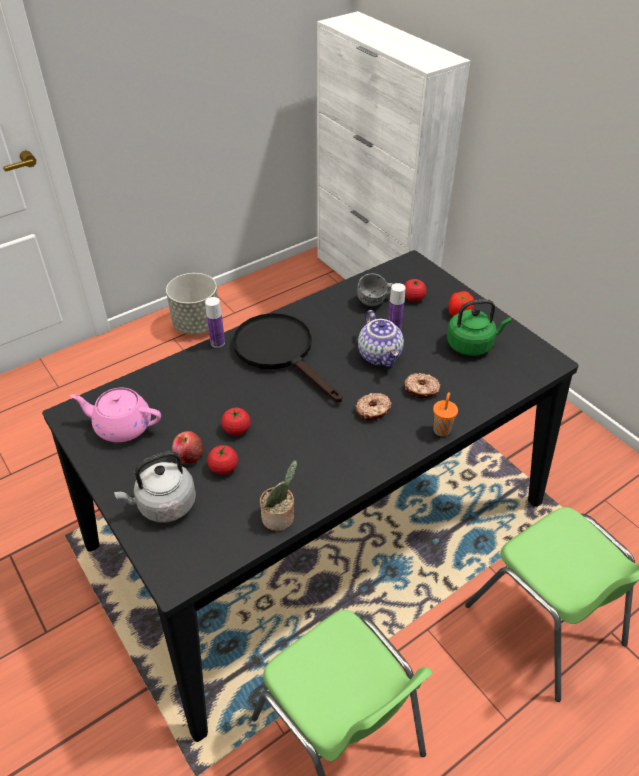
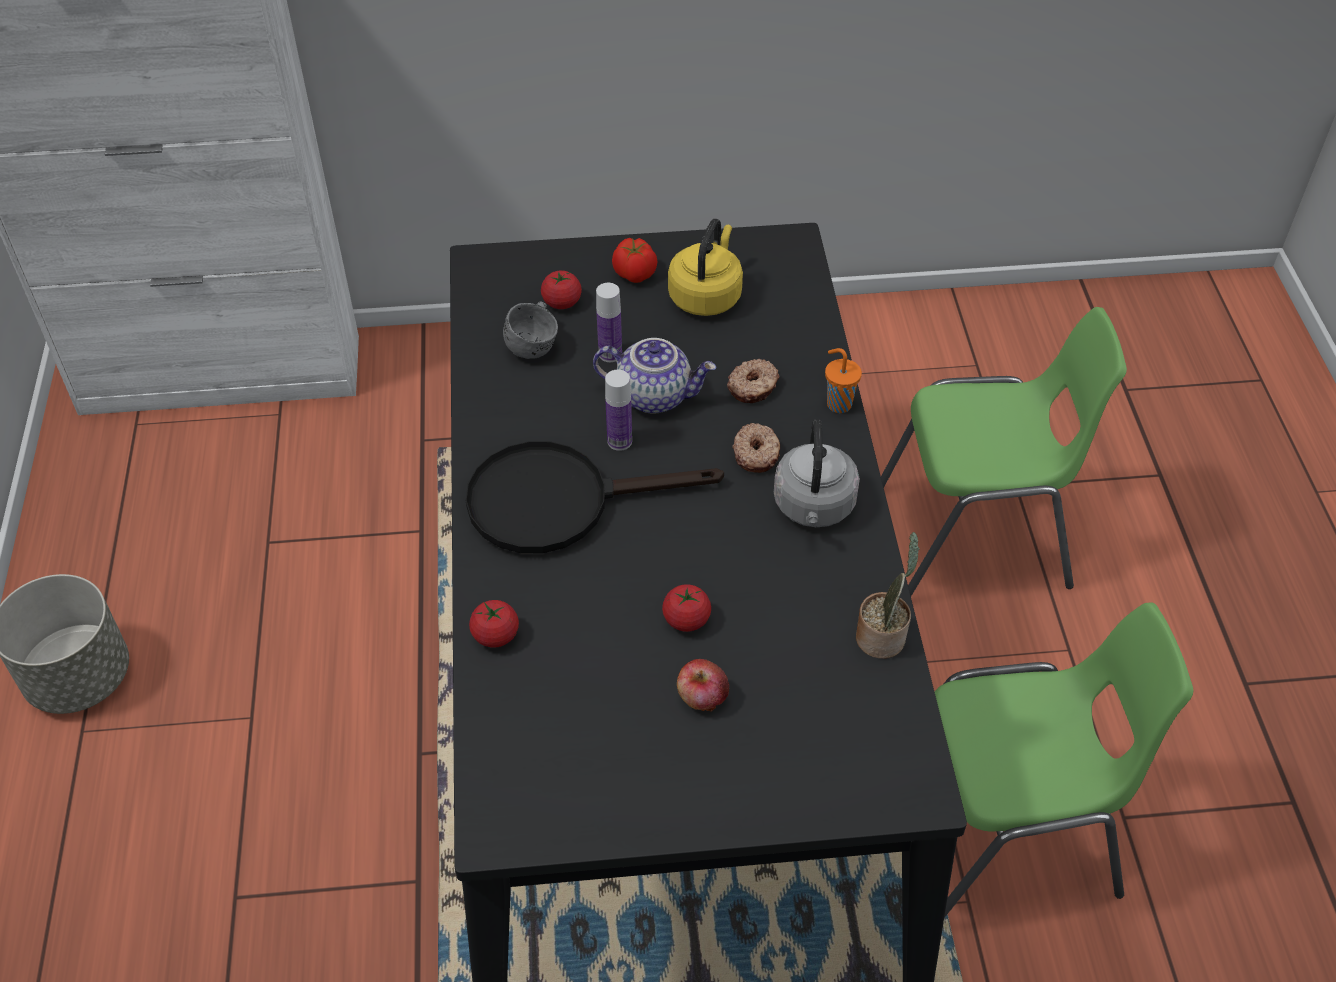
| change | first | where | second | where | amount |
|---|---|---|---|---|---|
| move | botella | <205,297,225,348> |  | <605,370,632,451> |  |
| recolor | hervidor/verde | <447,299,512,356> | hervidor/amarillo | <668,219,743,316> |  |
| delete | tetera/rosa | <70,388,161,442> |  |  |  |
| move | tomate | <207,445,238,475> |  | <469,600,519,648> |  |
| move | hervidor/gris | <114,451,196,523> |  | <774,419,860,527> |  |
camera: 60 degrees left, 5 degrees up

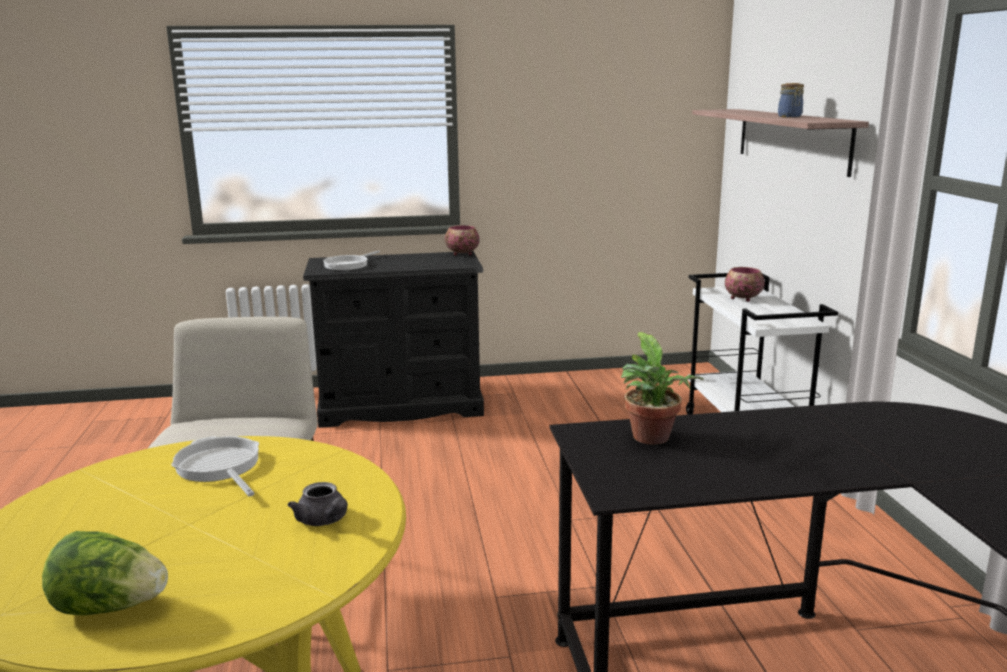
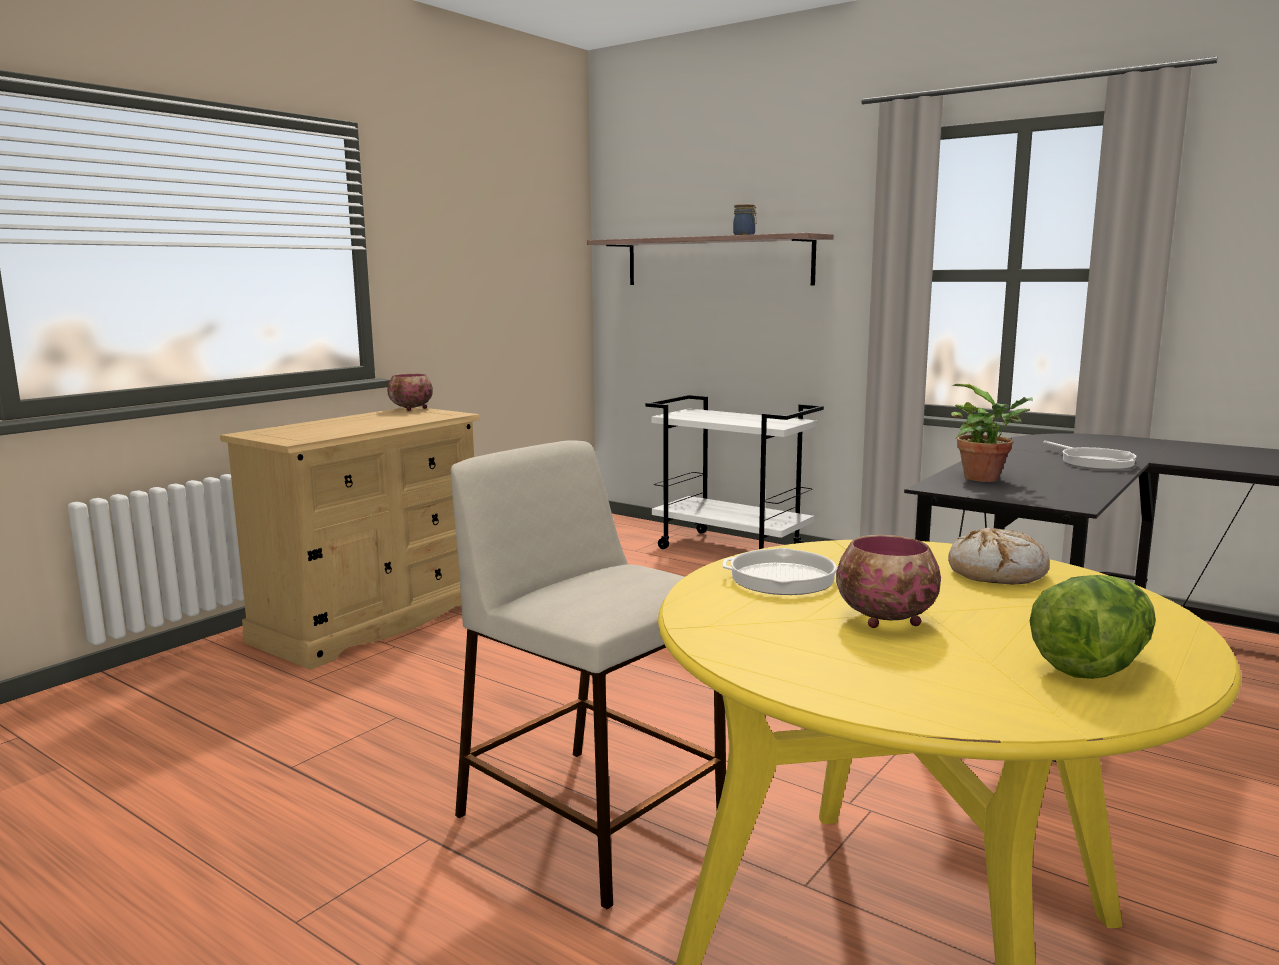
| change | first | where | second | where | amount |
|---|---|---|---|---|---|
| move | sartén | <324,250,380,271> |  | <1043,441,1137,470> |  |
| recolor | cómoda/negro | <303,251,484,428> | cómoda/beis | <220,407,481,670> |  |
| move | cuenco | <725,267,765,302> |  | <836,535,941,628> |  |
| replace | tetera/gris | <288,482,348,526> | pan | <948,527,1050,584> |  |
camera: 45 degrees left, 5 degrees down

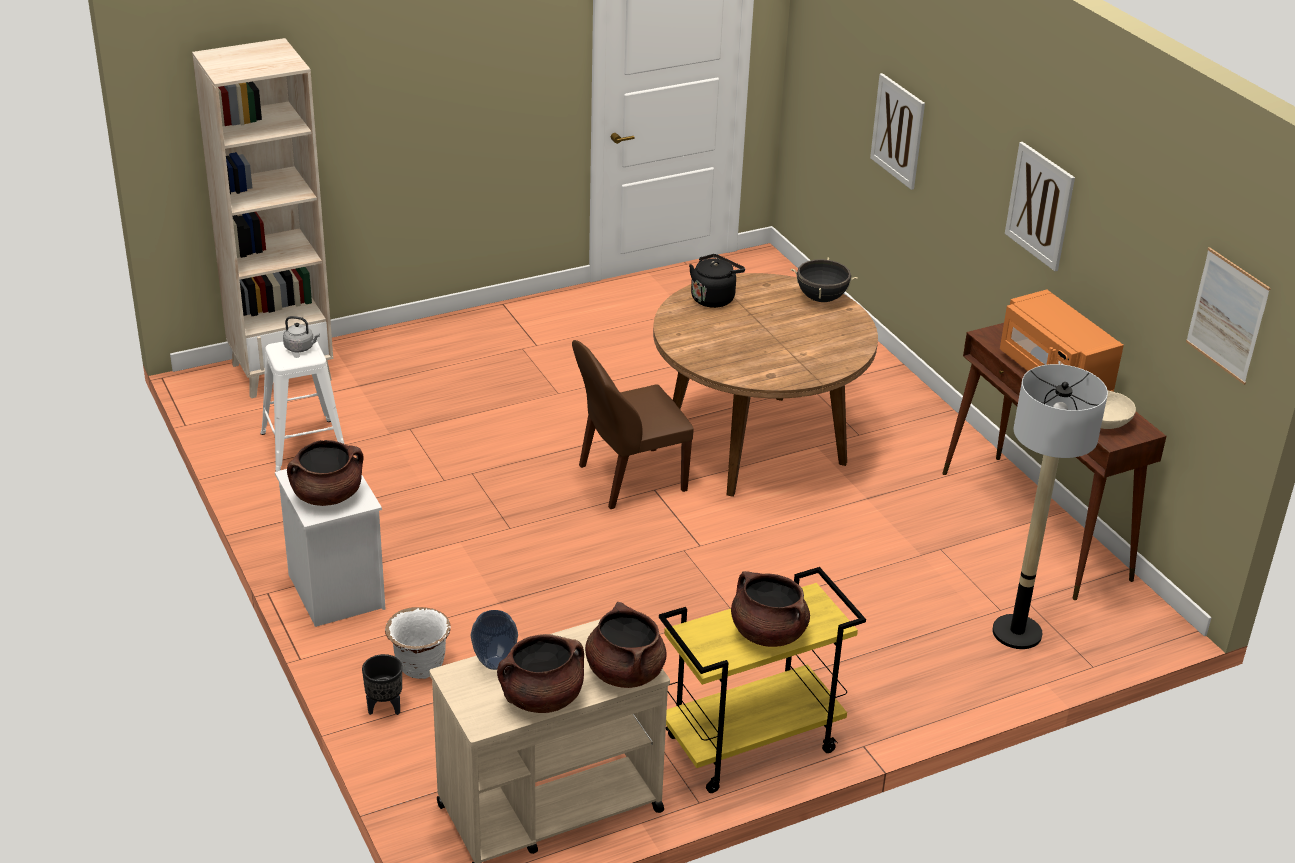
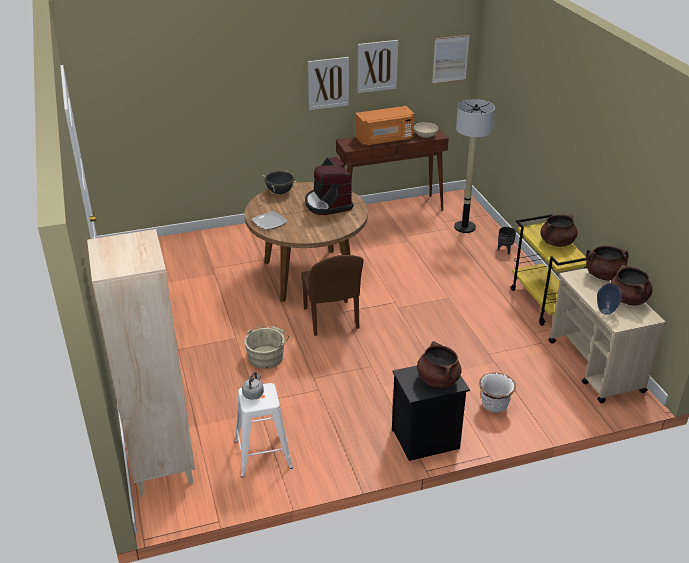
| change | first | where | second | where | amount |
|---|---|---|---|---|---|
| move | cuadro | <870,73,925,190> |  | <358,40,398,93> |  |
| replace | hervidor/negro | <689,254,745,308> | plato | <251,211,288,230> |  |
| recolor | mesita de noche/blanco | <275,469,385,627> | mesita de noche/negro | <392,366,470,461> |  |
| move | maceta/negro | <362,654,402,715> |  | <498,227,516,255> |  |
| insert |  |  | cafetera | <305,157,354,215> |  |
| insert |  |  | cubo/beis | <244,325,289,369> |  |
camera: 80 degrees left, 0 degrees up

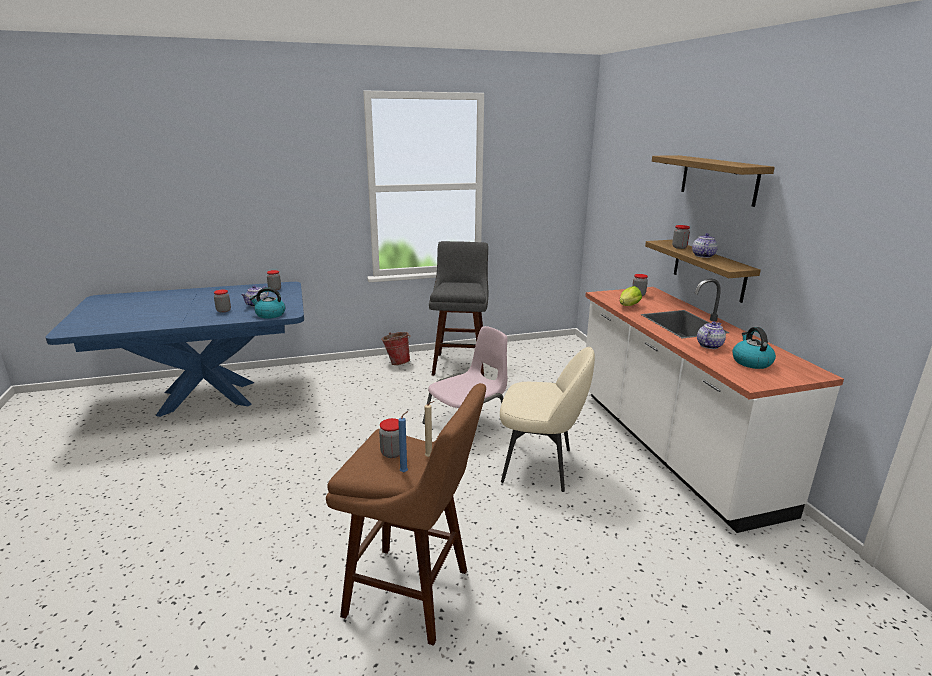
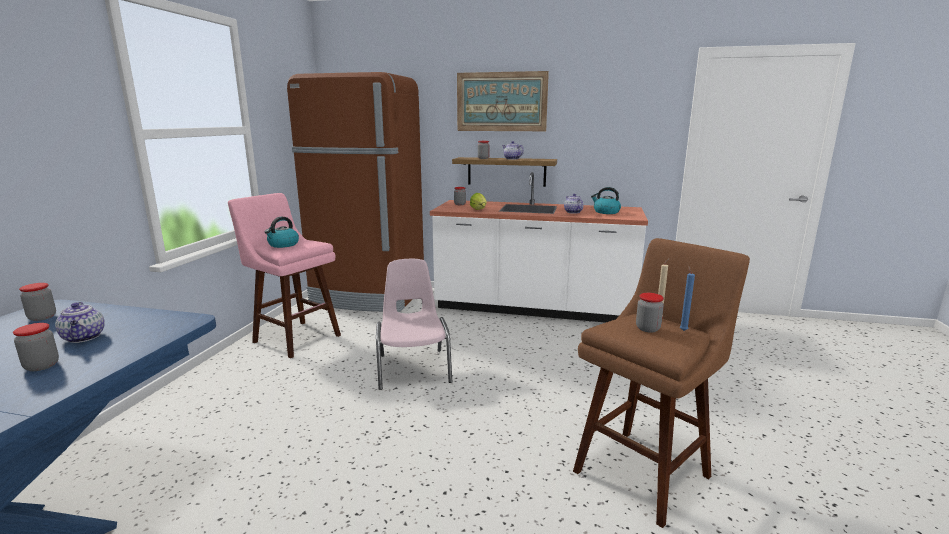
| change | first | where | second | where | amount |
|---|---|---|---|---|---|
| replace | estante | <652,155,775,207> | cuadro | <457,71,549,131> |  |
| recolor | taburete/gris | <429,241,488,376> | taburete/rosa | <228,193,341,358> |  |
| move | hervidor | <250,288,285,319> |  | <265,217,299,248> |  |
| delete | cubo | <381,332,411,365> |  |  |  |
| delete | silla/beis | <500,347,595,492> |  |  |  |
| insert |  |  | nevera/marrón | <287,72,424,312> |  |
camera: 60 degrees left, 5 degrees down

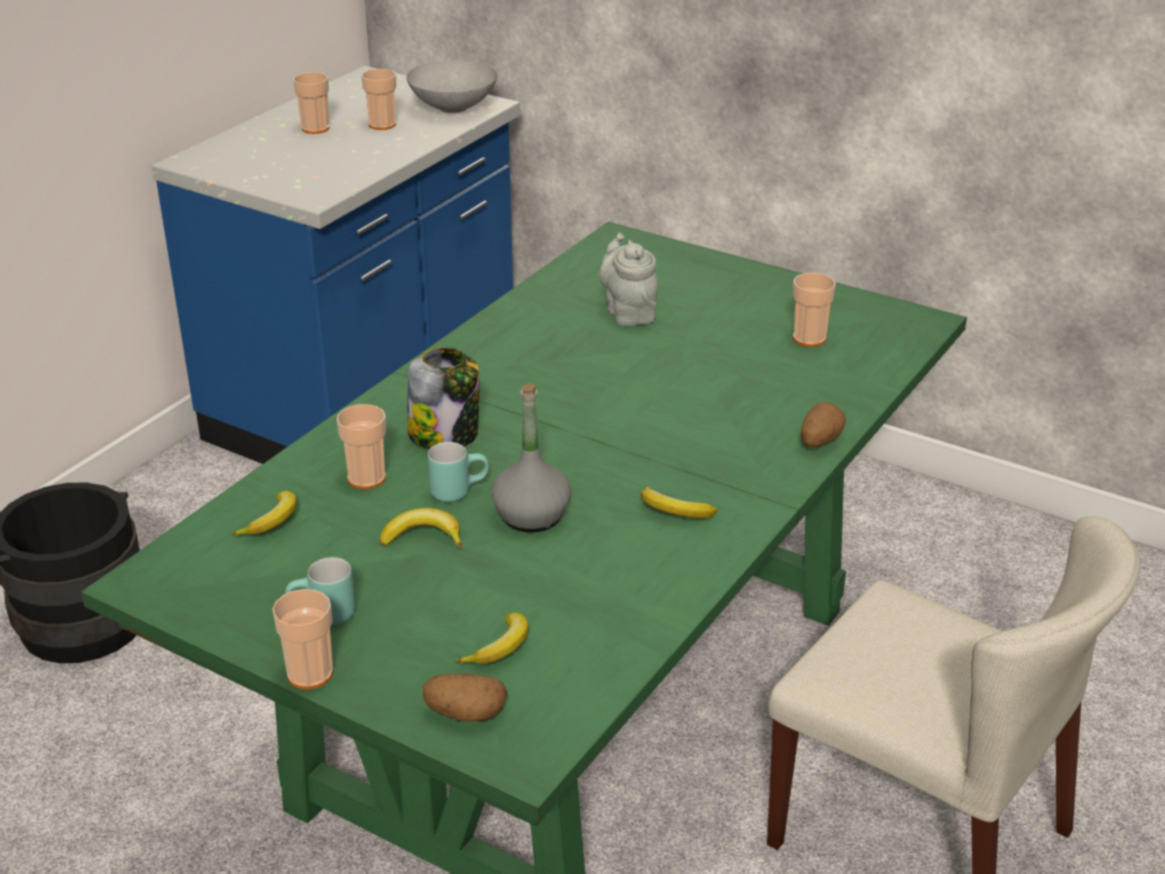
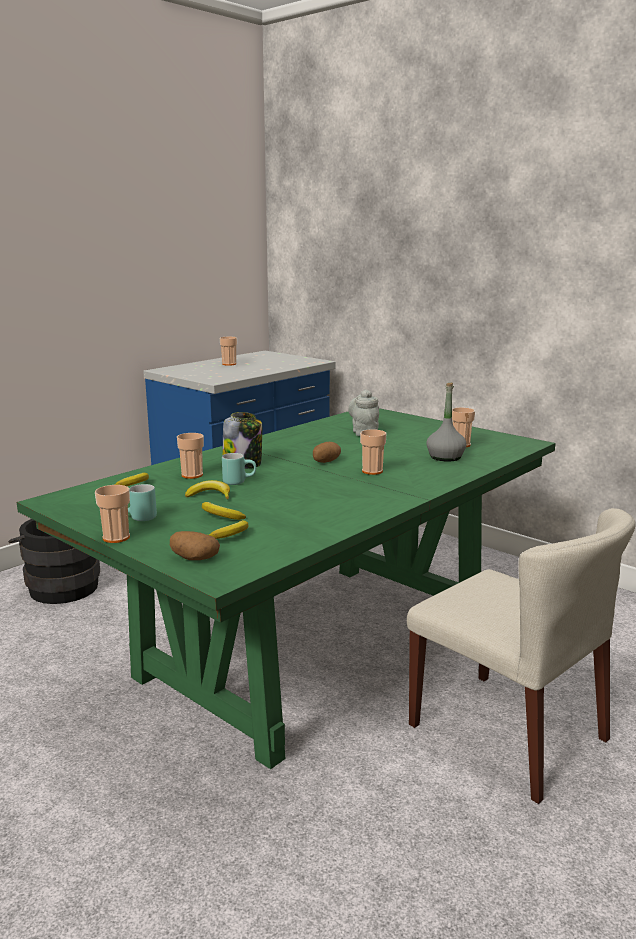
| change | first | where | second | where | amount |
|---|---|---|---|---|---|
| delete | cuenco/gris | <407,60,497,113> |  |  |  |
| move | taza | <361,69,396,130> |  | <360,429,387,475> |  |
| move | botella/gris | <491,383,571,532> |  | <426,383,466,462> |  |
| move | patata | <801,402,846,447> |  | <313,442,341,463> |  |
| move | plátano | <641,486,717,518> |  | <202,502,246,520> |  |
camera: 10 degrees right, 15 degrees down

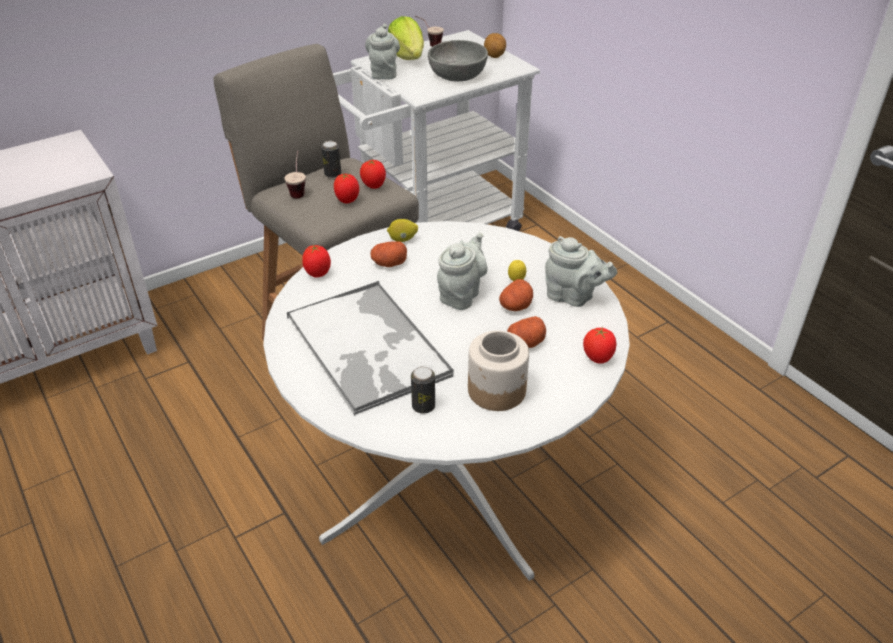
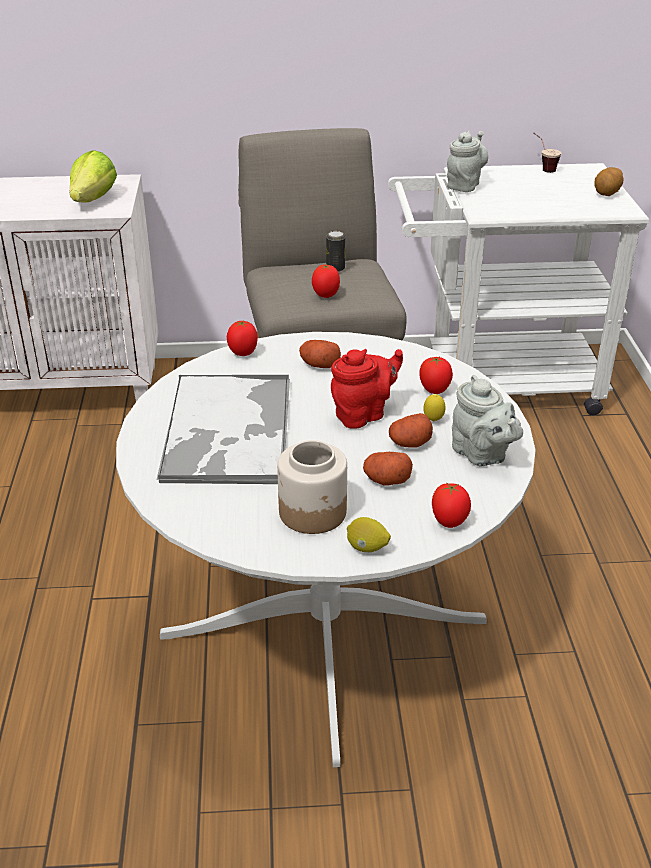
| change | first | where | second | where | amount |
|---|---|---|---|---|---|
| move | lechuga | <388,16,424,60> |  | <70,150,117,202> |  |
| delete | cuenco/gris | <428,40,488,81> |  |  |  |
| delete | taza | <285,151,306,198> |  |  |  |
| move | tomate | <360,160,386,189> |  | <419,356,453,394> |  |
| move | limón | <387,219,418,242> |  | <347,517,391,552> |  |
| recolor | tetera/gris | <437,232,487,310> | tetera/rojo | <331,349,403,429> |  |
| delete | lata | <411,366,435,414> |  |  |  |
camera: 30 degrees right, 5 degrees down

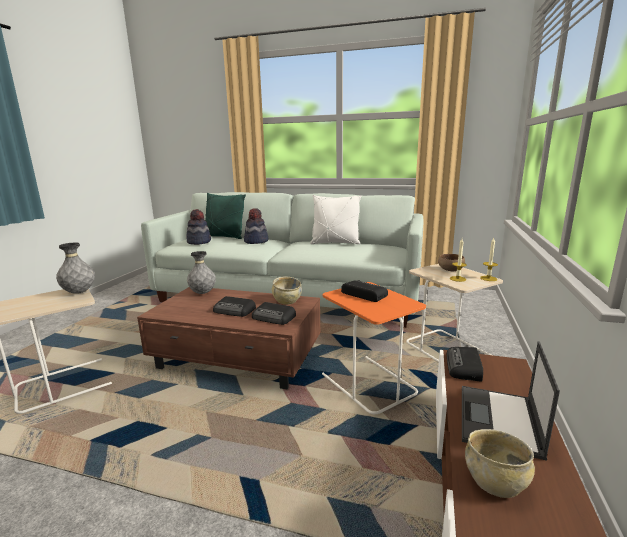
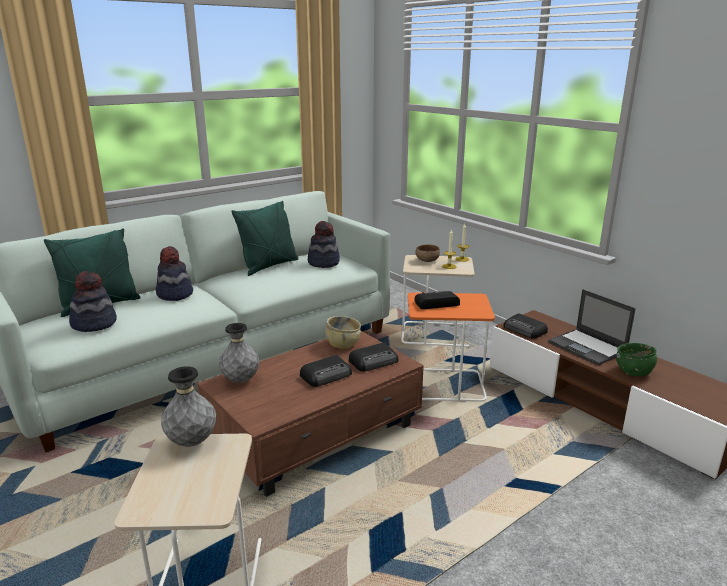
| change | first | where | second | where | amount |
|---|---|---|---|---|---|
| recolor | cojín/blanco | <310,195,361,244> | cojín/verde | <231,201,299,276> |  |
| recolor | cuenco/beis | <465,429,535,498> | cuenco/verde | <616,343,657,376> |  |
| insert |  |  | sombrero | <308,221,340,268> |  |
camera: 55 degrees left, 5 degrees up

